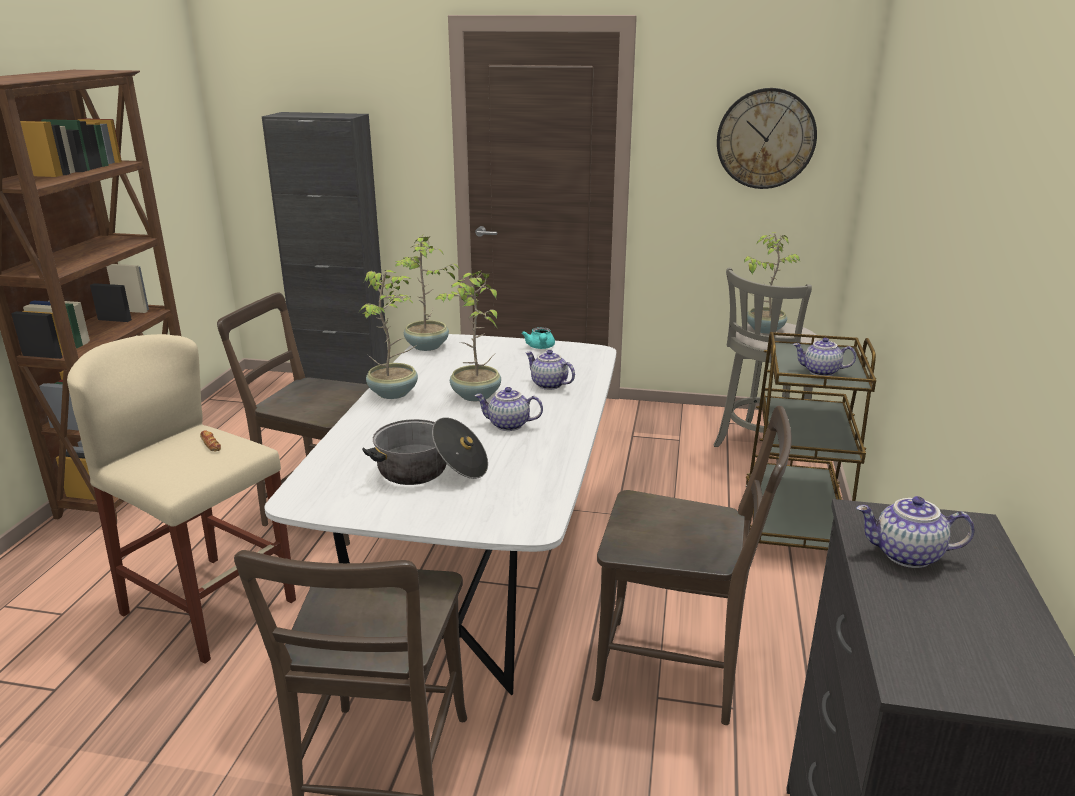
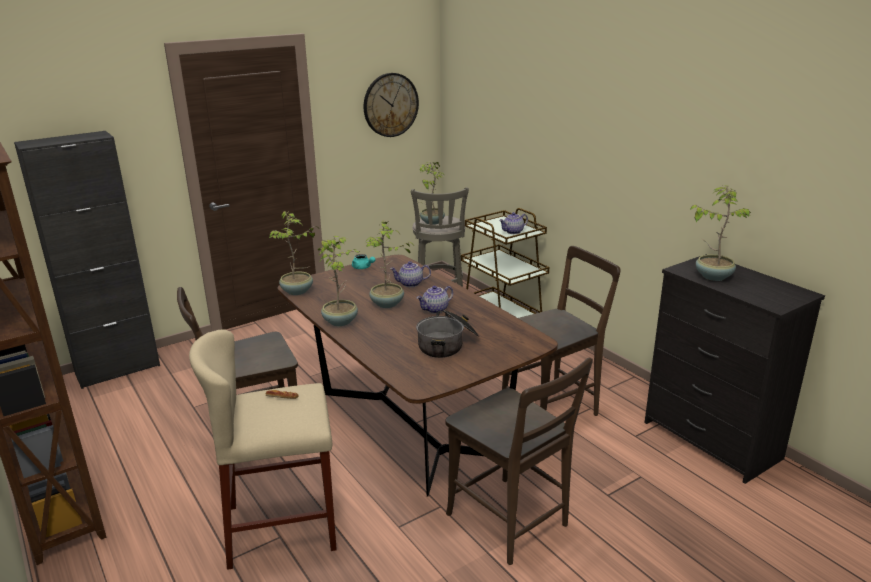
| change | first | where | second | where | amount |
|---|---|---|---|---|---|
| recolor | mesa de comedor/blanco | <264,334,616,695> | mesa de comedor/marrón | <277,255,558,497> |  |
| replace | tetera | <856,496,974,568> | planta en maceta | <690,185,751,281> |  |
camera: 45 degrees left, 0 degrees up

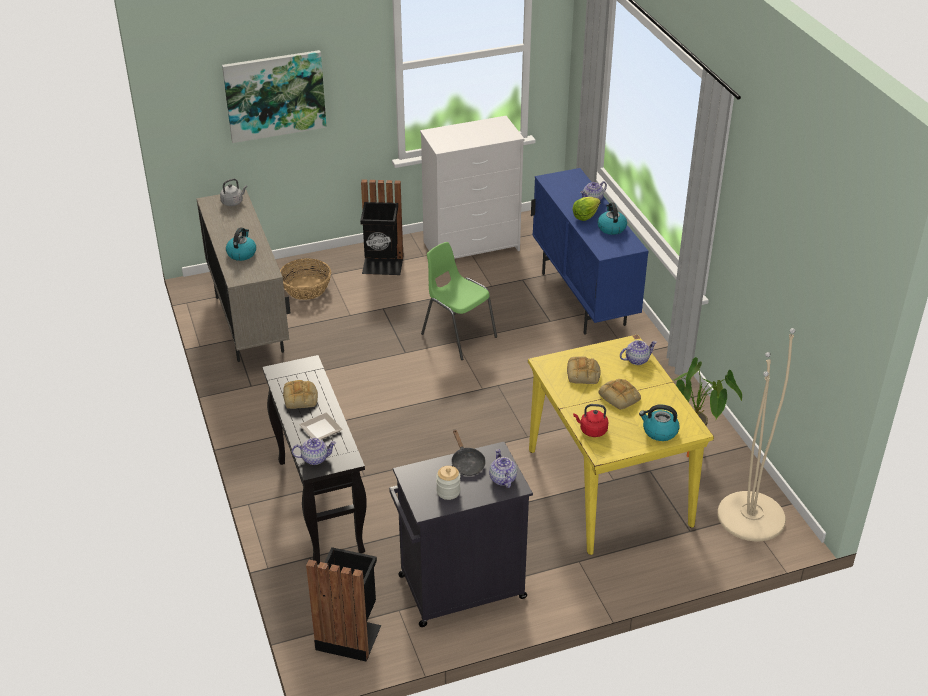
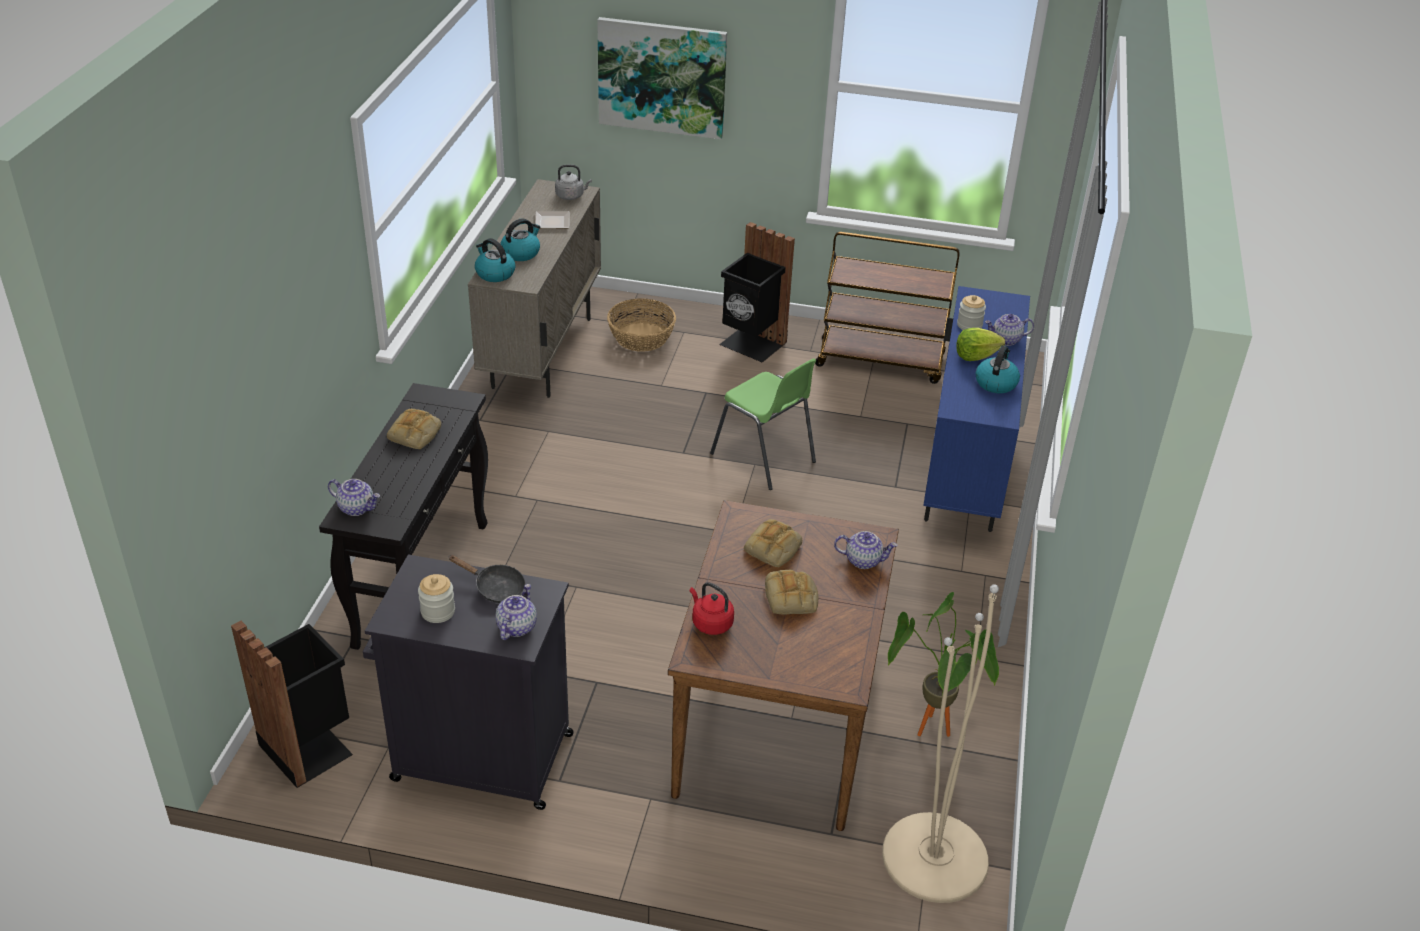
| change | first | where | second | where | amount |
|---|---|---|---|---|---|
| replace | cómoda/blanco | <420,116,524,259> | carrito/marrón | <815,232,960,384> |  |
| rotate | silla/verde | <421,242,497,360> |  | <710,358,816,490> | 150 degrees clockwise |
| recolor | mesa de comedor/amarillo | <528,334,714,555> | mesa de comedor/marrón | <668,500,899,831> |  |
| move | hervidor | <639,404,680,441> |  | <475,238,515,282> |  |
| move | plato | <299,412,343,440> |  | <535,211,570,229> |  |
| rotate | sartén/negro | <452,429,486,476> |  | <449,555,526,603> | 75 degrees counterclockwise |
| insert |  |  | tarro | <957,295,986,330> |  |
camera: 30 degrees right, 0 degrees up

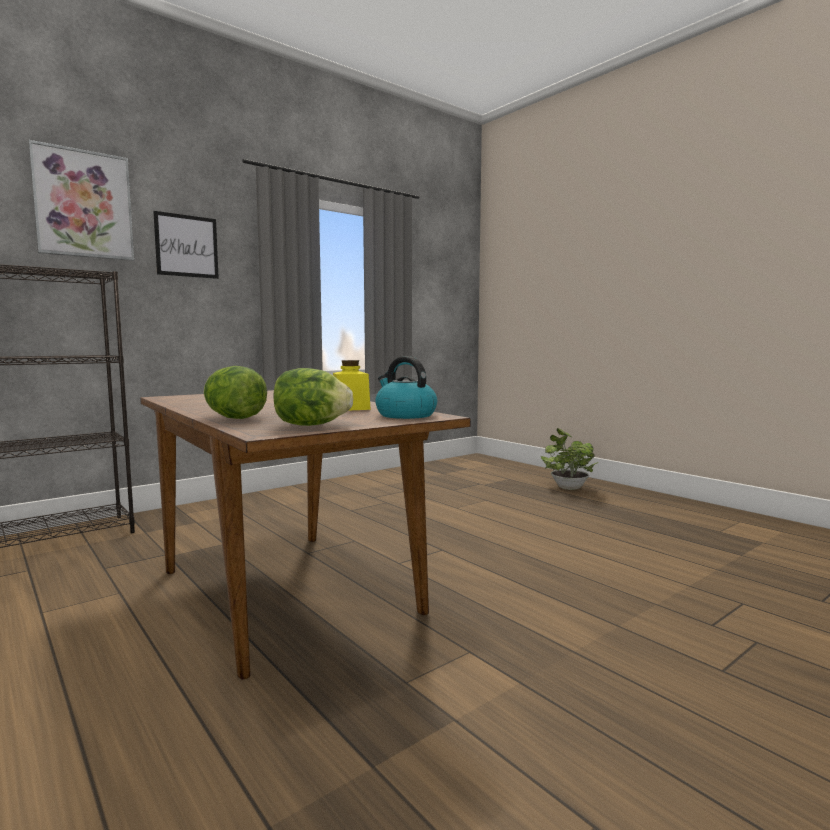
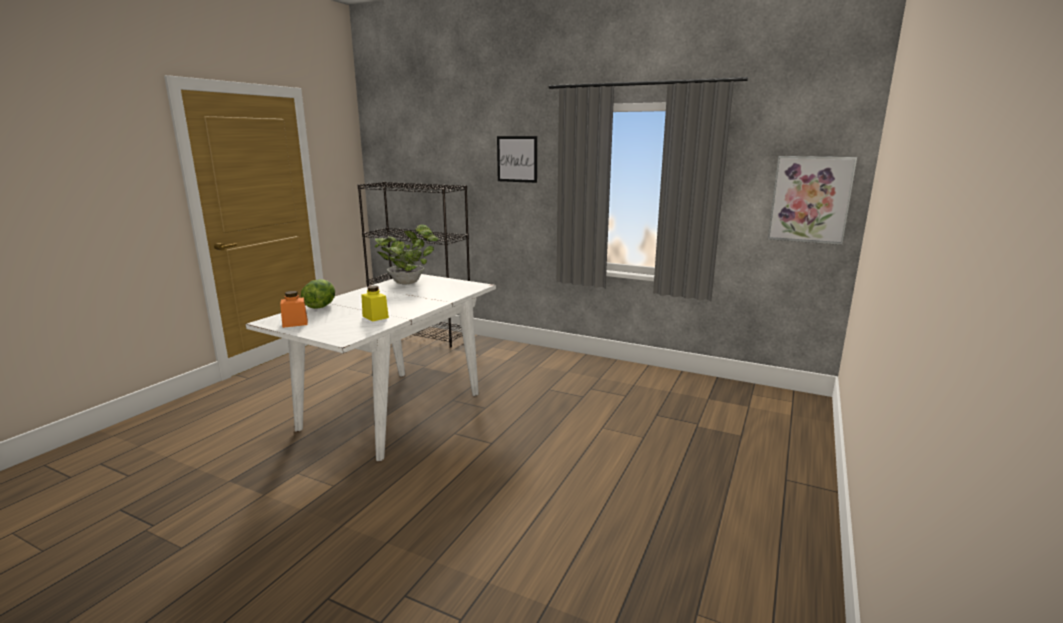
| change | first | where | second | where | amount |
|---|---|---|---|---|---|
| move | cuadro | <28,140,134,261> |  | <768,156,857,245> |  |
| delete | hervidor | <375,356,437,419> |  |  |  |
| replace | lechuga | <273,368,353,426> | tarro/naranja | <280,291,308,328> |  |
| recolor | mesa de comedor/marrón | <140,390,471,680> | mesa de comedor/blanco | <246,274,496,462> |  |
| move | planta en maceta | <541,428,599,490> |  | <374,224,439,285> |  |
camera: 65 degrees right, 10 degrees up

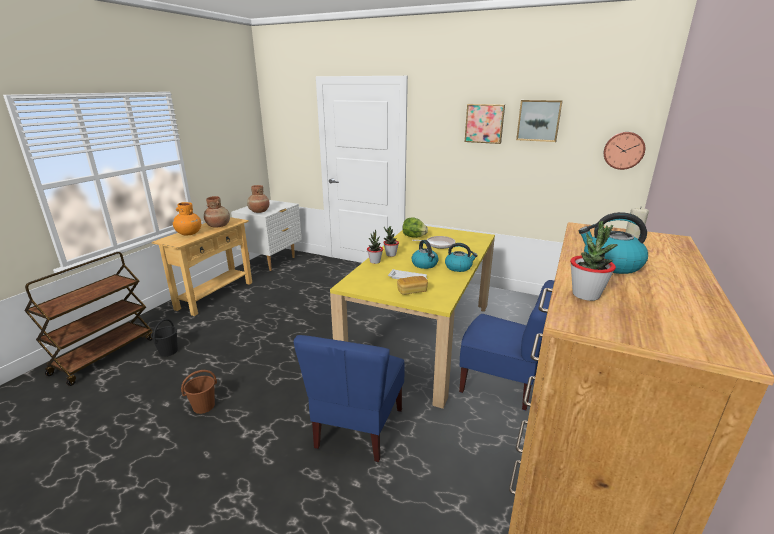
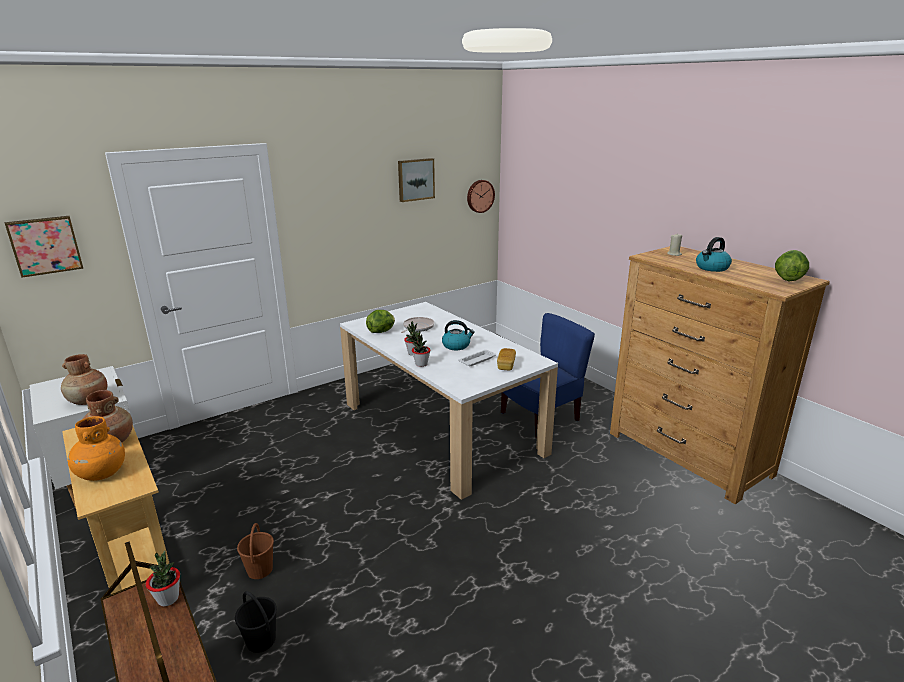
| change | first | where | second | where | amount |
|---|---|---|---|---|---|
| move | cuadro | <465,104,505,144> |  | <5,216,84,278> |  |
| move | planta en maceta | <570,221,618,301> |  | <146,551,180,606> |  |
| recolor | mesa de comedor/amarillo | <330,226,495,409> | mesa de comedor/blanco | <340,302,558,500> |  |
| delete | hervidor | <445,243,478,272> |  |  |  |
| delete | silla/azul | <294,335,405,462> |  |  |  |
| move | cubo/marrón | <181,370,217,414> |  | <237,523,274,579> |  |
| insert |  |  | lechuga | <775,250,809,281> |  |
camera: 60 degrees left, 0 degrees up

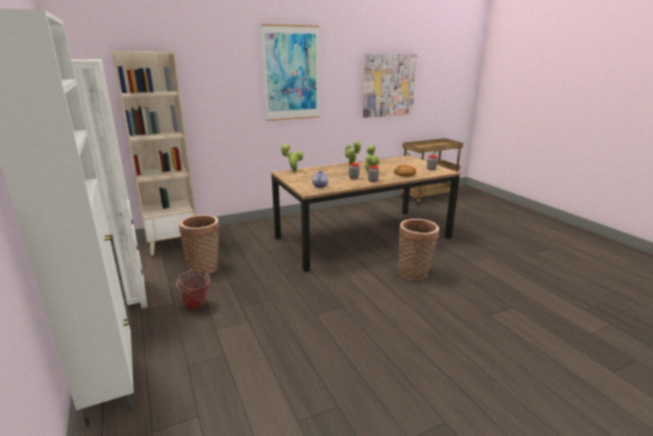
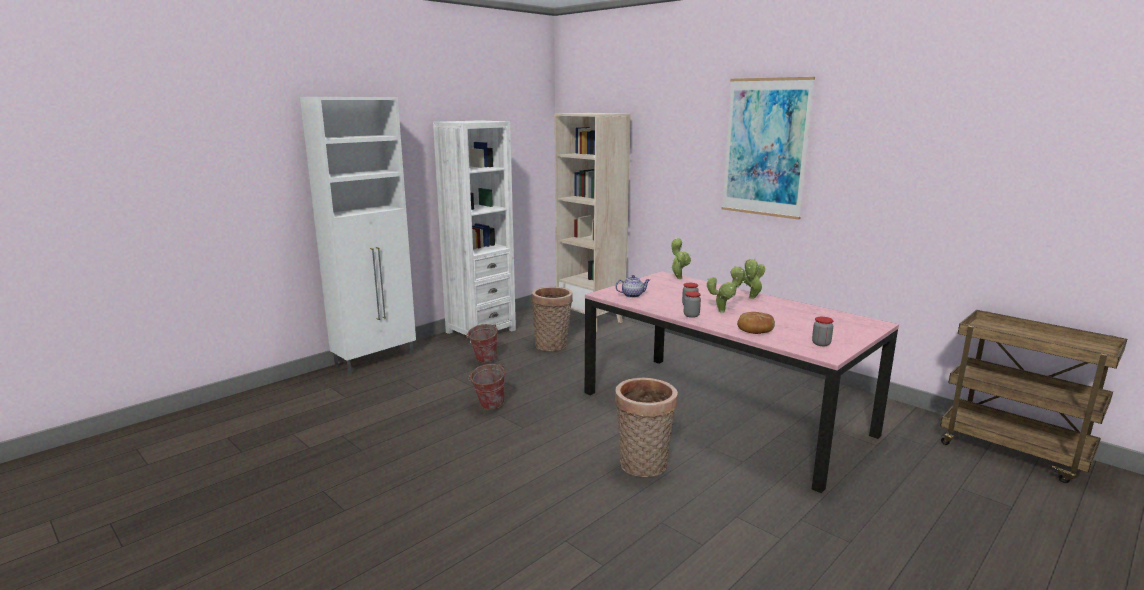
| change | first | where | second | where | amount |
|---|---|---|---|---|---|
| delete | cuadro | <363,54,417,118> |  |  |  |
| recolor | mesa de comedor/marrón | <271,155,460,272> | mesa de comedor/rosa | <585,271,899,493> |  |
| insert |  |  | cubo | <468,364,505,410> |  |
camera: 70 degrees right, 5 degrees down

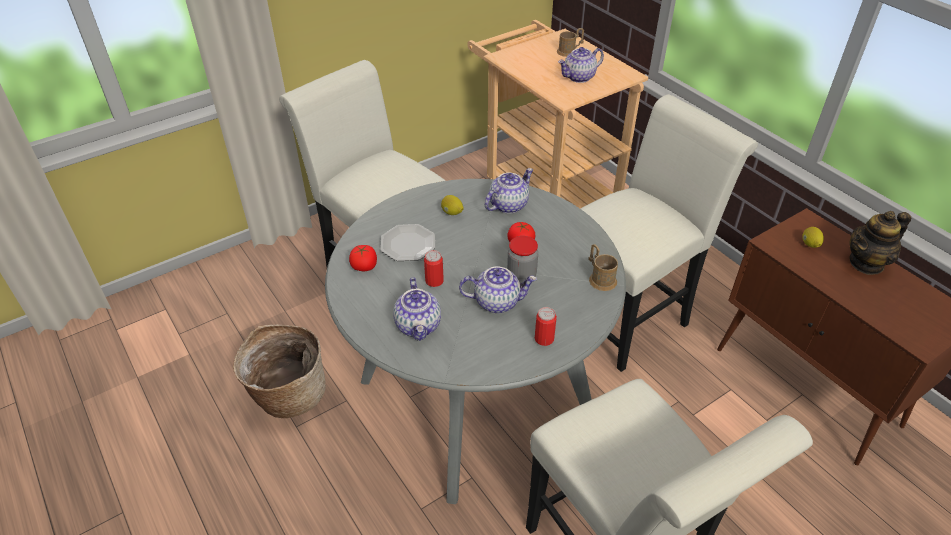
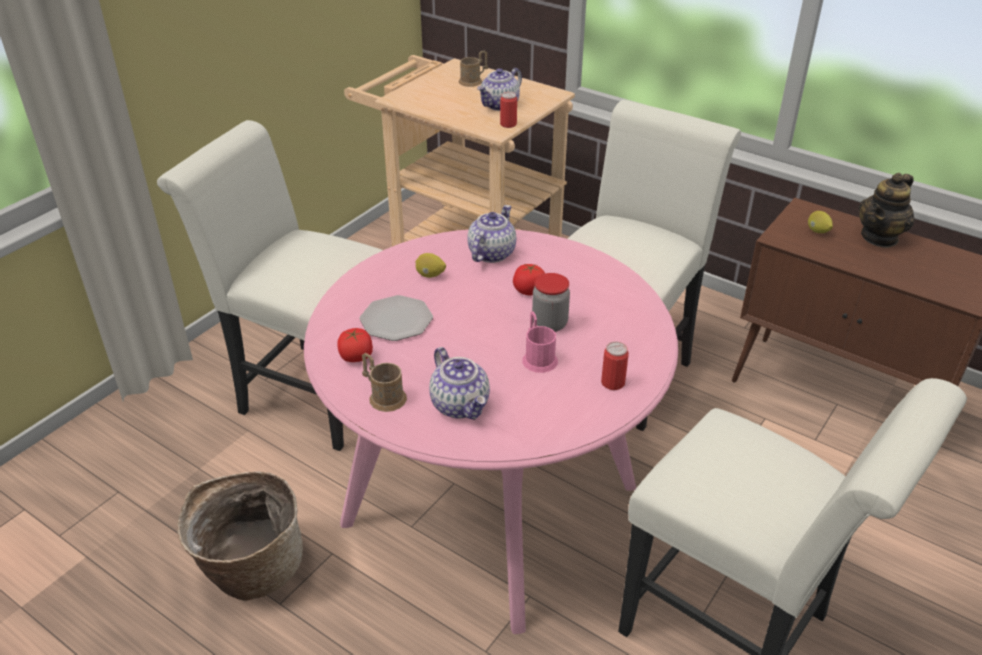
| change | first | where | second | where | amount |
|---|---|---|---|---|---|
| recolor | mesa de comedor/gris | <325,179,626,504> | mesa de comedor/rosa | <304,229,678,634> |  |
| move | taza grande/marrón | <588,244,618,291> |  | <362,353,407,412> |  |
| move | lata | <424,250,444,287> |  | <500,92,517,128> |  |
| replace | tetera | <459,266,537,313> | taza grande/rosa | <522,311,558,373> |  |
camera: 20 degrees left, 5 degrees down

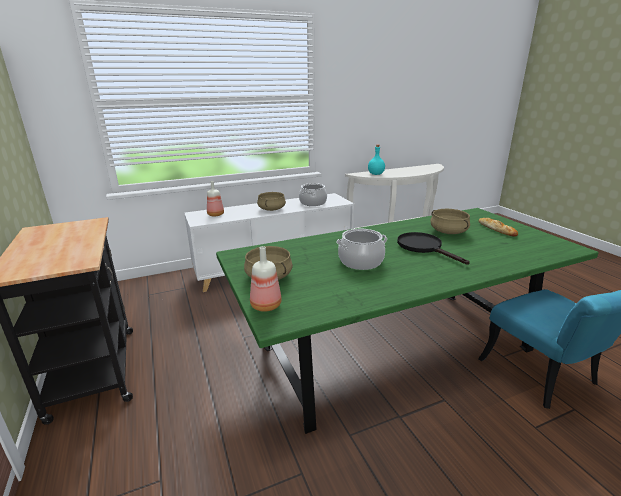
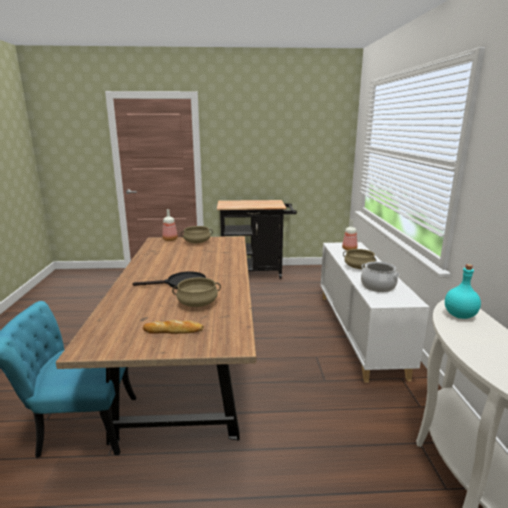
| change | first | where | second | where | amount |
|---|---|---|---|---|---|
| recolor | mesa de comedor/verde | <216,208,599,434> | mesa de comedor/marrón | <56,236,256,445> |  |
| delete | olla | <336,229,387,270> |  |  |  |
camera: 110 degrees right, 5 degrees down

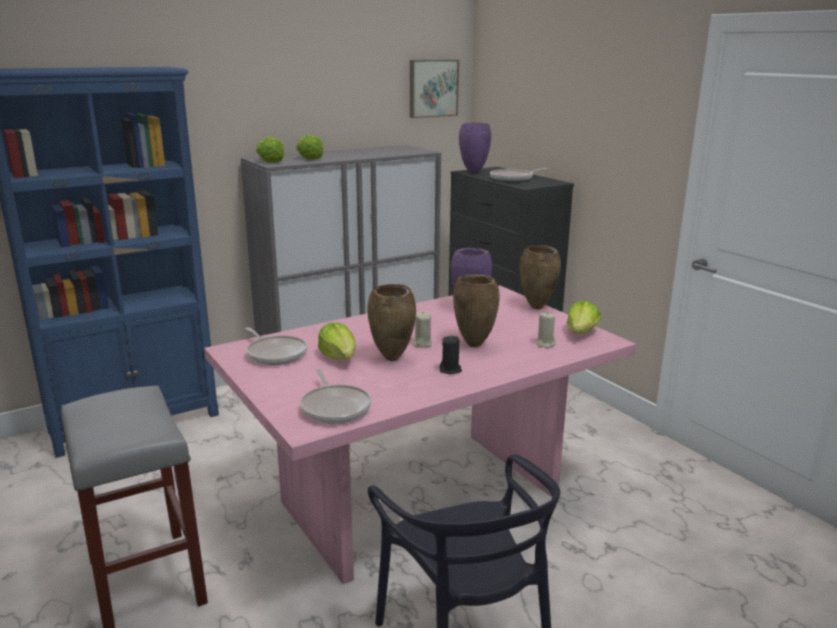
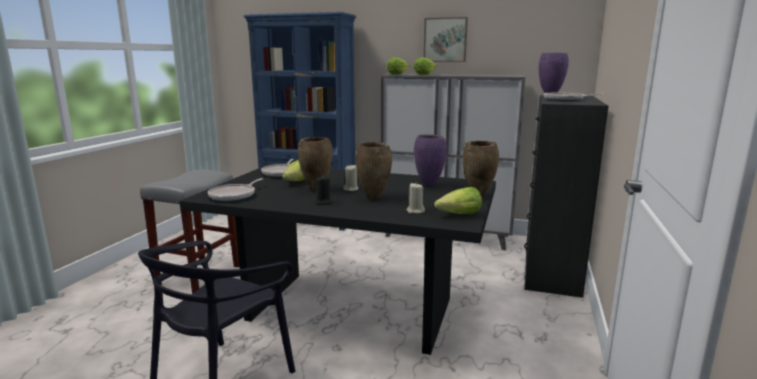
| change | first | where | second | where | amount |
|---|---|---|---|---|---|
| move | cuadro | <410,60,459,118> |  | <424,17,468,62> |  |
| recolor | mesa de comedor/rosa | <204,285,636,584> | mesa de comedor/negro | <179,164,496,355> |  |
camera: 50 degrees right, 5 degrees down

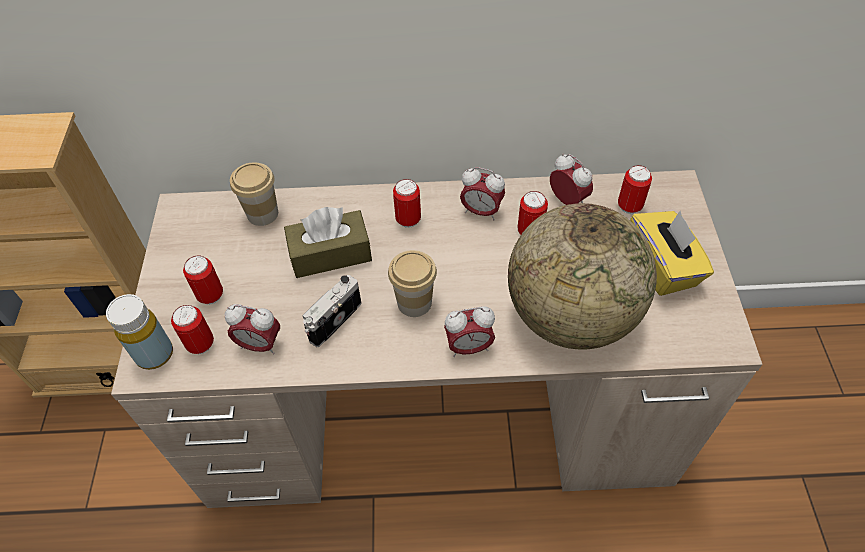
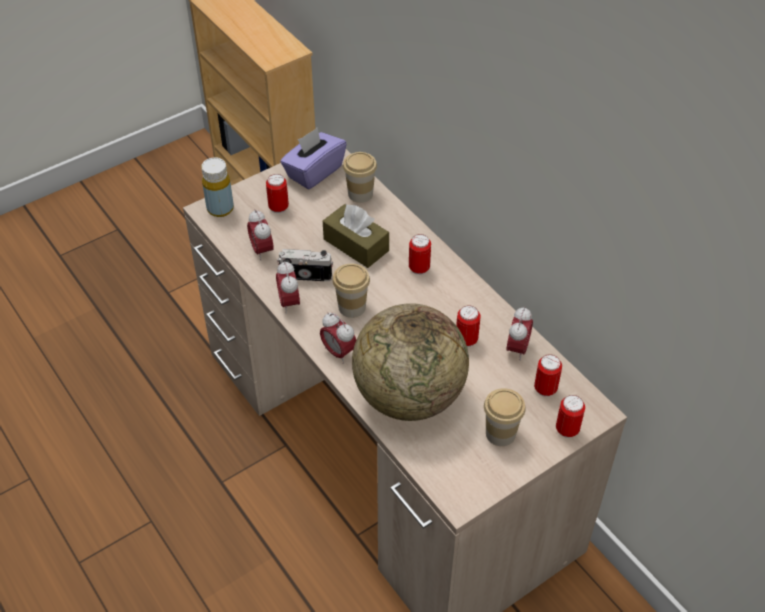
| change | first | where | second | where | amount |
|---|---|---|---|---|---|
| move | despertador | <460,167,505,220> |  | <276,261,300,314> |  |
| replace | caja de pañuelos/amarillo | <630,211,714,296> | taza | <484,388,525,446> |  |
| move | lata | <171,305,214,354> |  | <556,395,585,438> |  |
| insert |  |  | caja de pañuelos/morado | <280,127,347,189> |  |
camera: 55 degrees right, 5 degrees down

